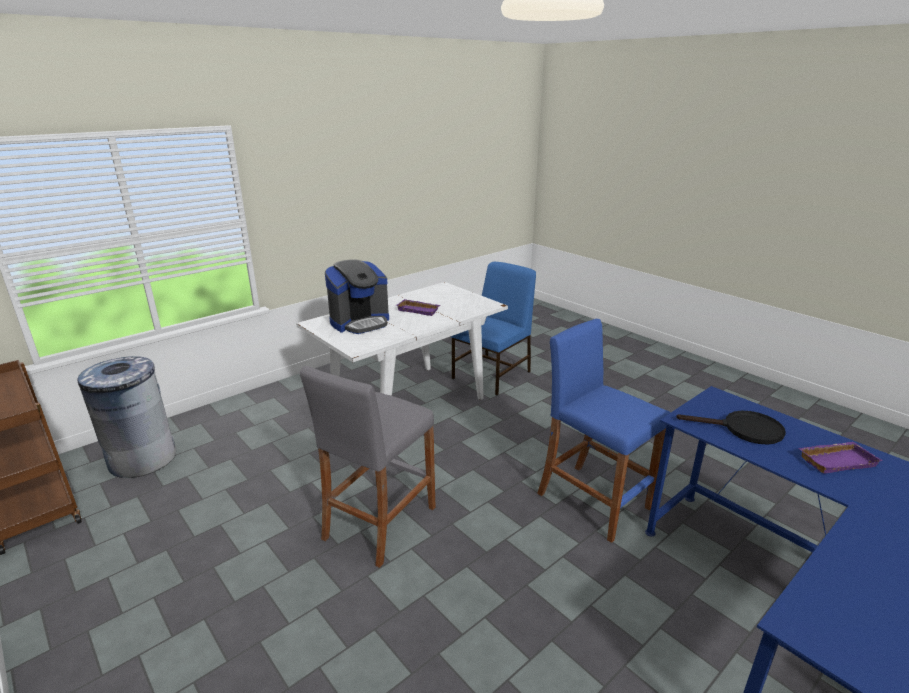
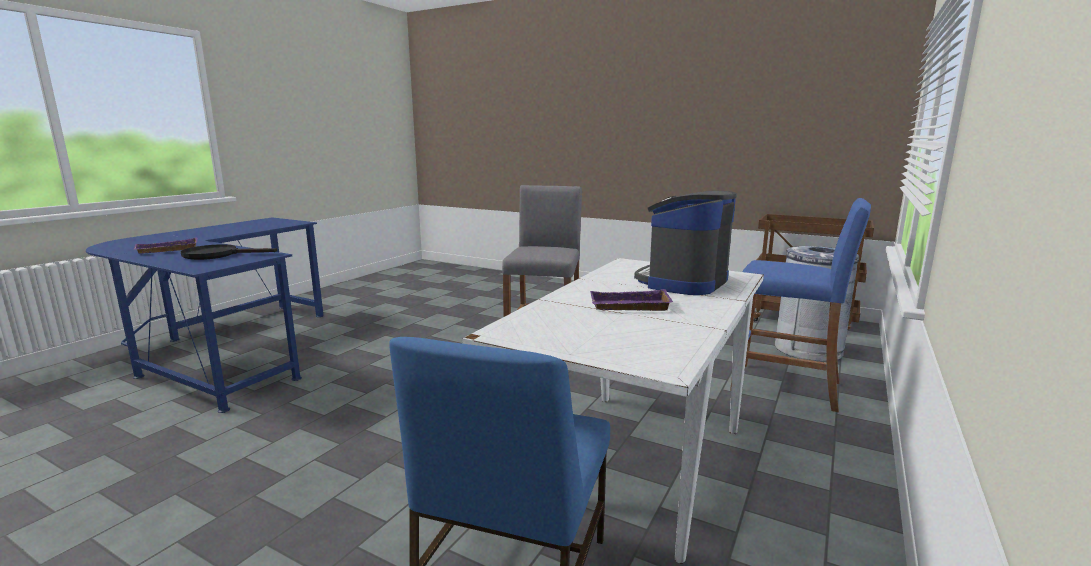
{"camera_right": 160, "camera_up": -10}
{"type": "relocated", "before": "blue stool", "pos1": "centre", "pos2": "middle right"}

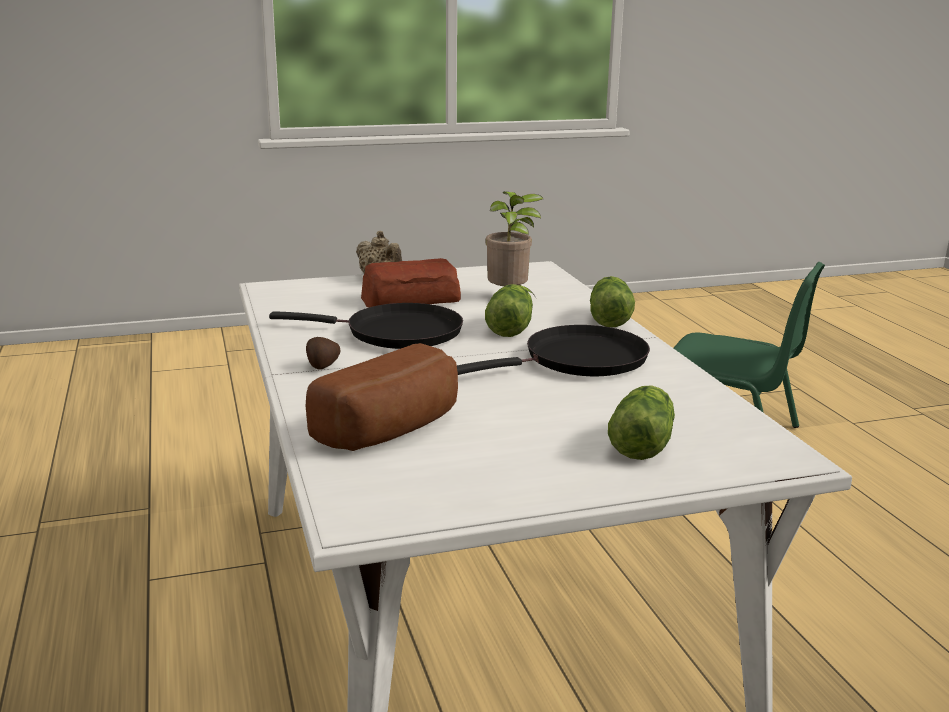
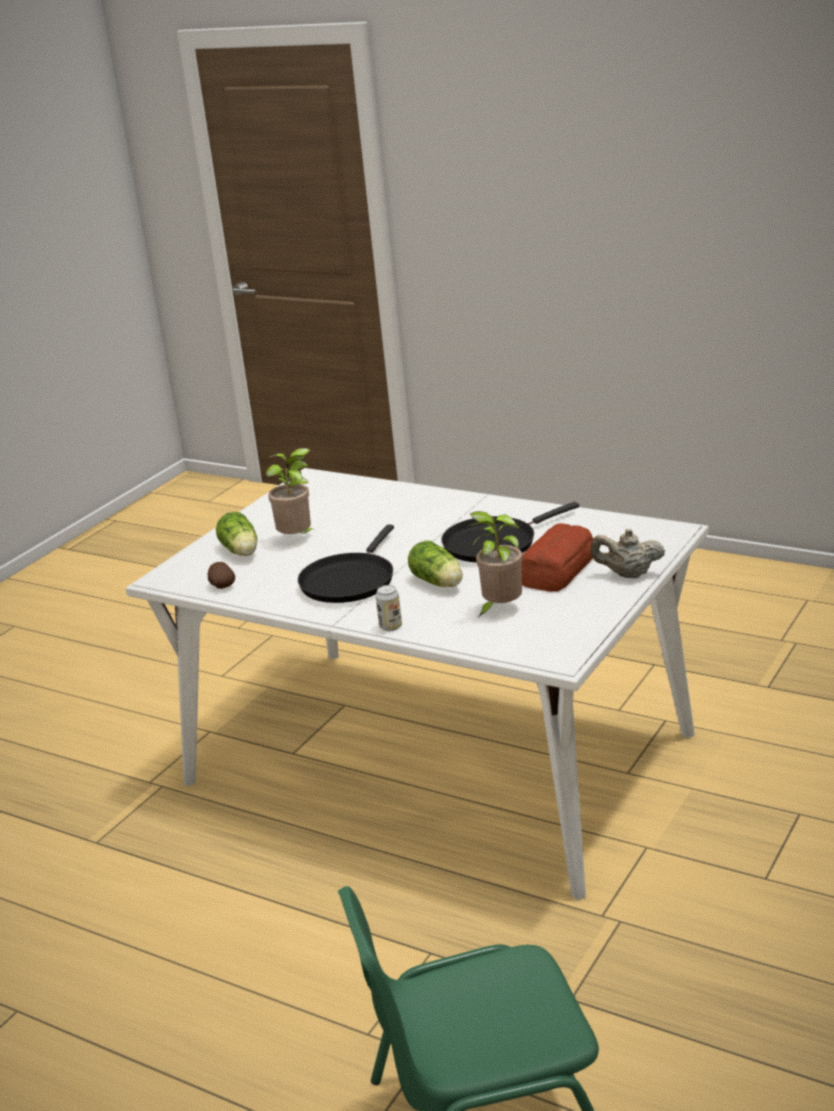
{"camera_right": 140, "camera_up": 5}
{"type": "exchanged", "before": "lettuce (no. 2 from left)", "after": "can", "pos1": "centre", "pos2": "centre"}
{"type": "relocated", "before": "potato", "pos1": "centre", "pos2": "middle left"}
{"type": "missing", "before": "bread (no. 1 from left)", "pos1": "centre"}
{"type": "appeared", "after": "potted plant (no. 1 from left)", "pos2": "centre"}

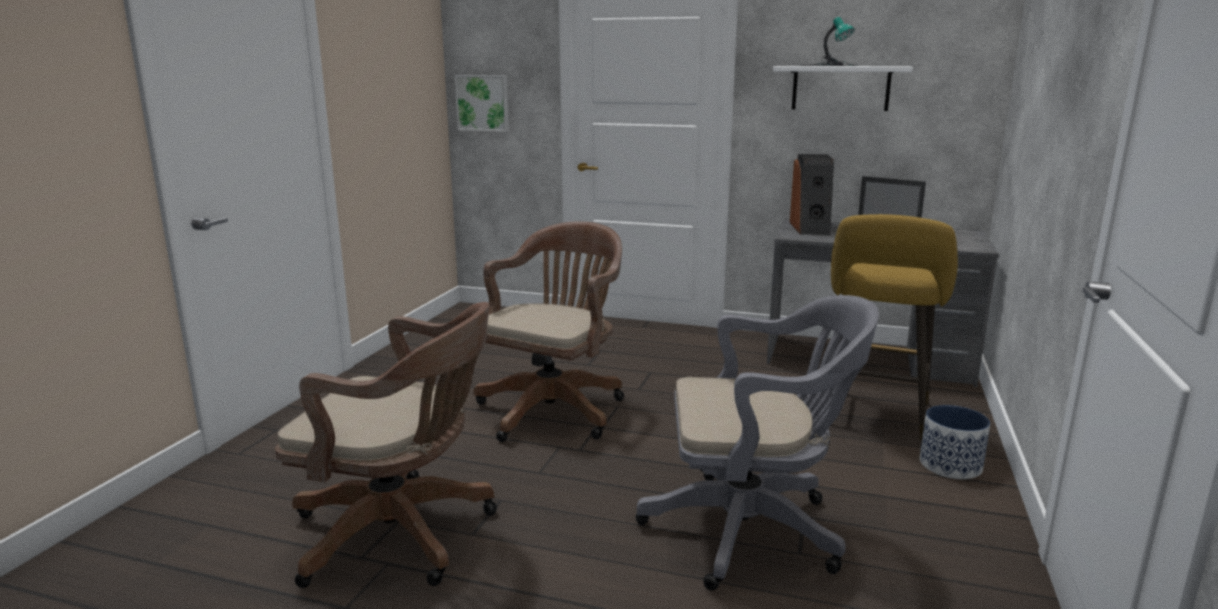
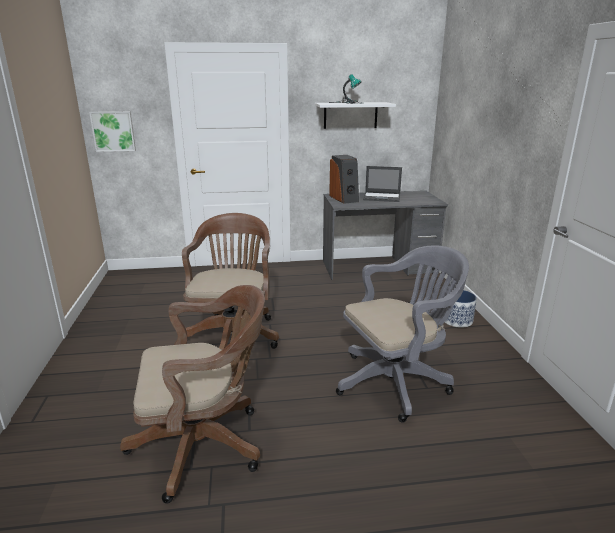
{"camera_right": -25, "camera_up": 5}
{"type": "missing", "before": "yellow stool", "pos1": "middle right"}

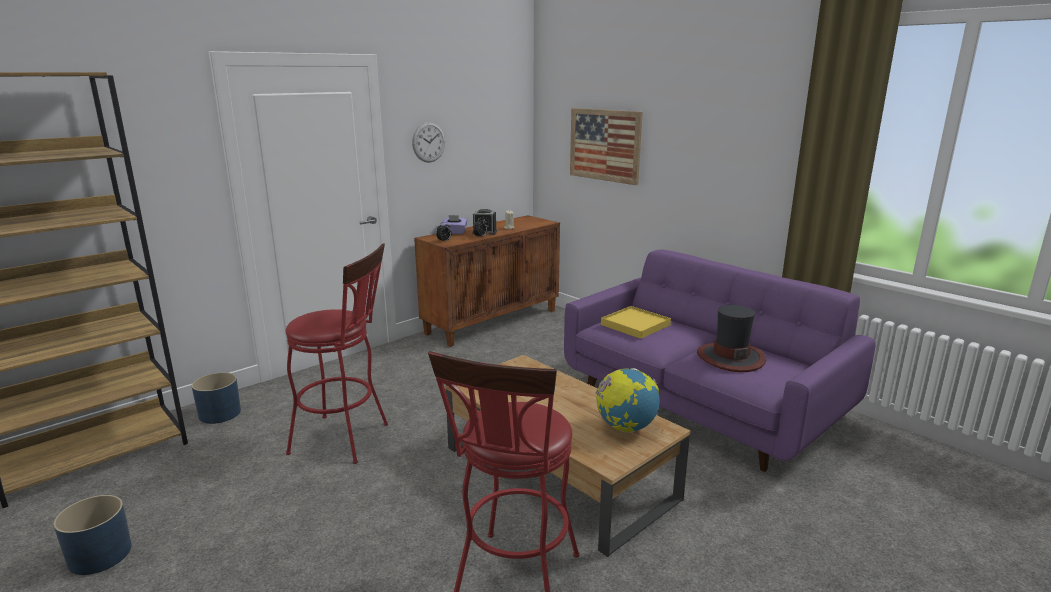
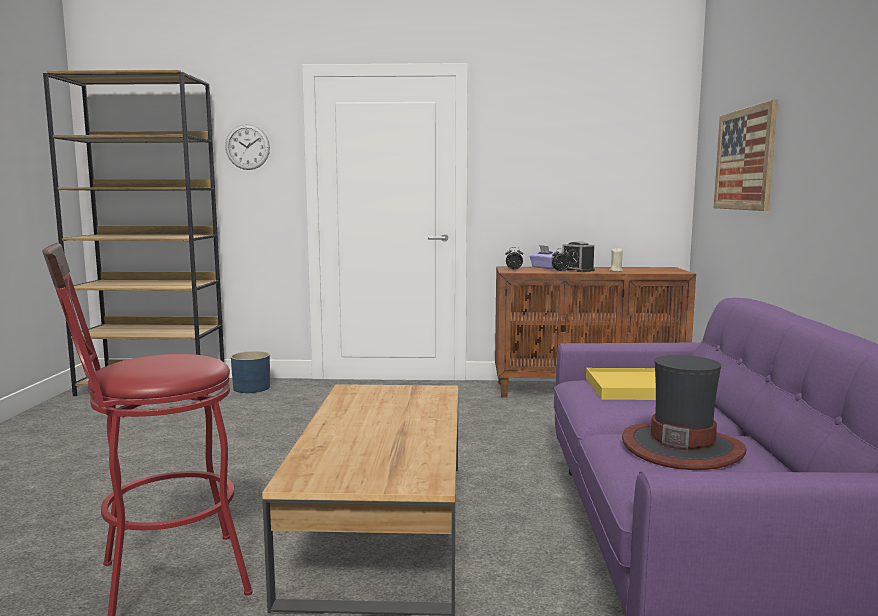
{"camera_right": 45, "camera_up": -10}
{"type": "relocated", "before": "wall clock", "pos1": "top centre", "pos2": "top left"}
{"type": "missing", "before": "red stool (no. 1 from left)", "pos1": "middle left"}
{"type": "missing", "before": "globe", "pos1": "bottom centre"}
{"type": "missing", "before": "blue planter (no. 1 from left)", "pos1": "bottom left"}

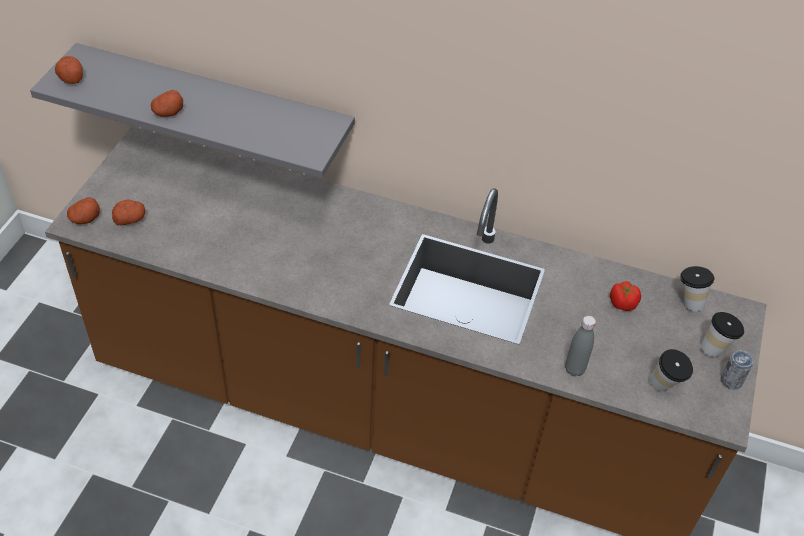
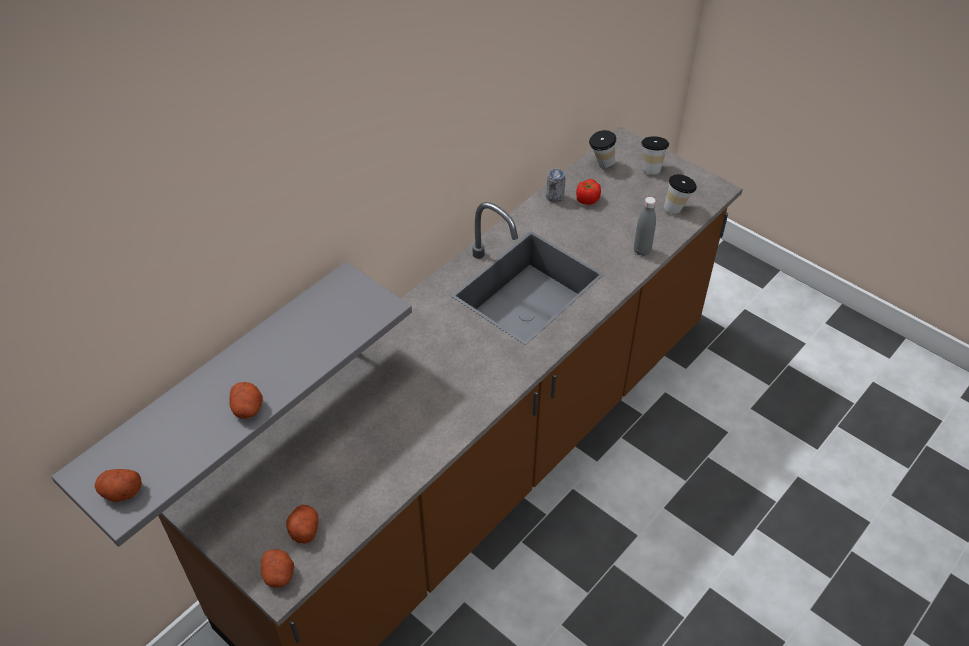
{"camera_right": -65, "camera_up": 0}
{"type": "relocated", "before": "can", "pos1": "bottom right", "pos2": "top centre"}

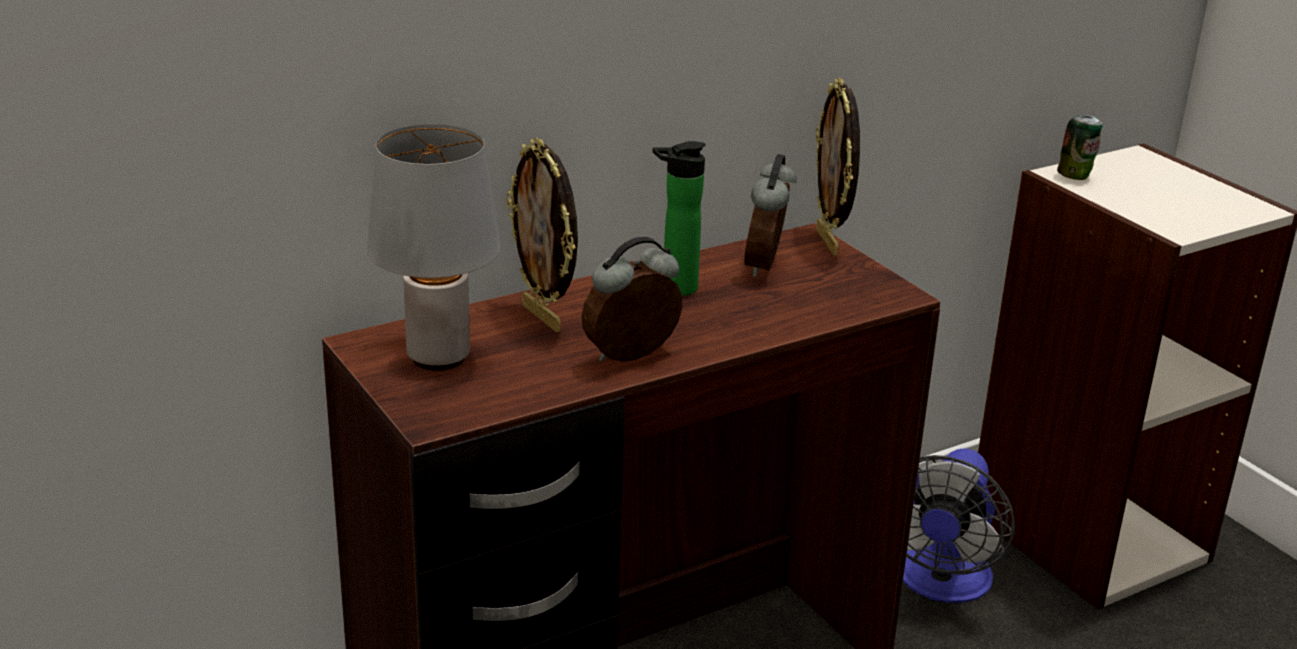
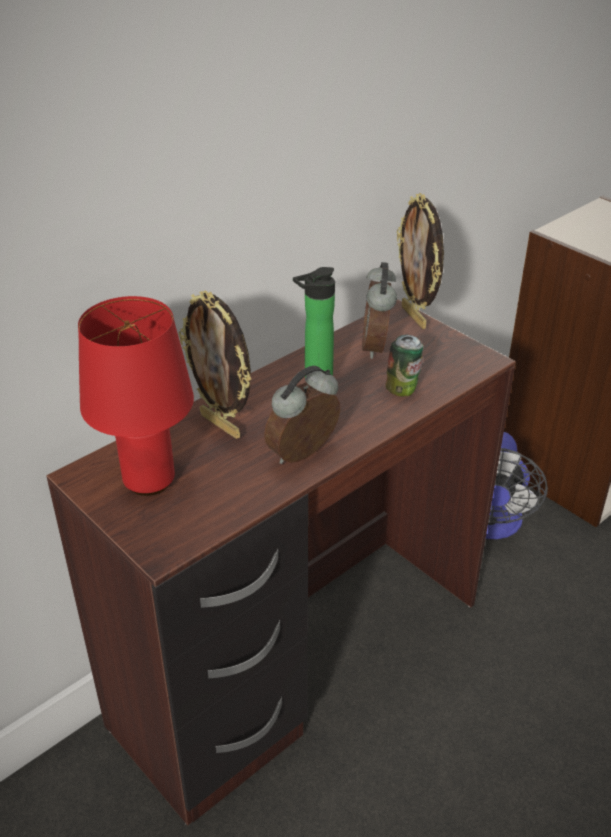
{"camera_right": -10, "camera_up": 10}
{"type": "relocated", "before": "can", "pos1": "top right", "pos2": "centre"}
{"type": "colour", "before": "grey table lamp", "after": "red table lamp", "pos1": "centre", "pos2": "middle left"}

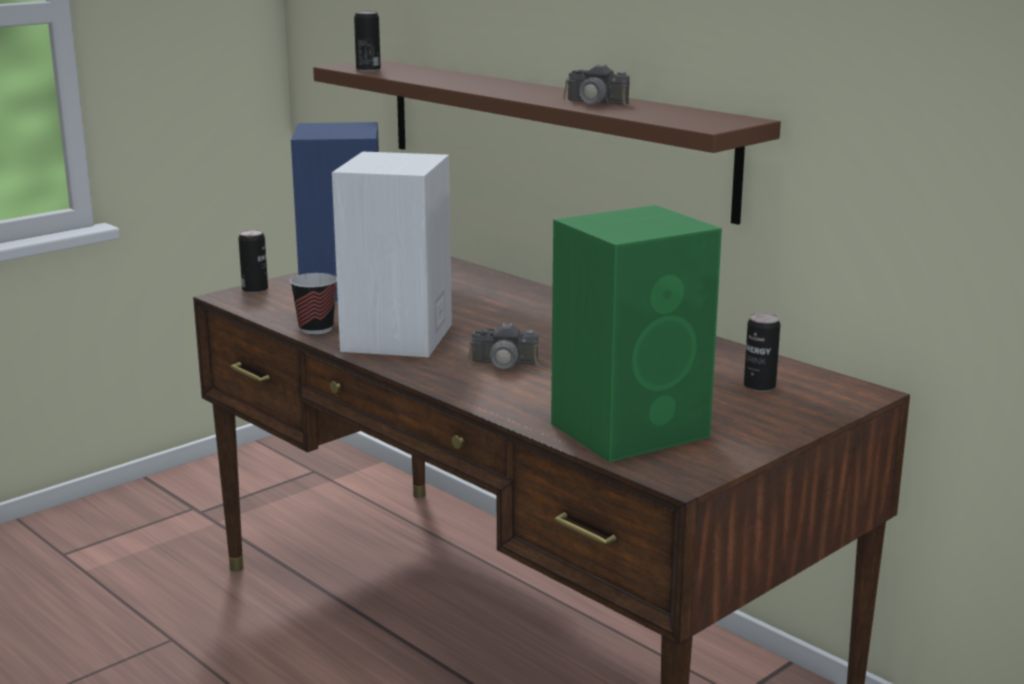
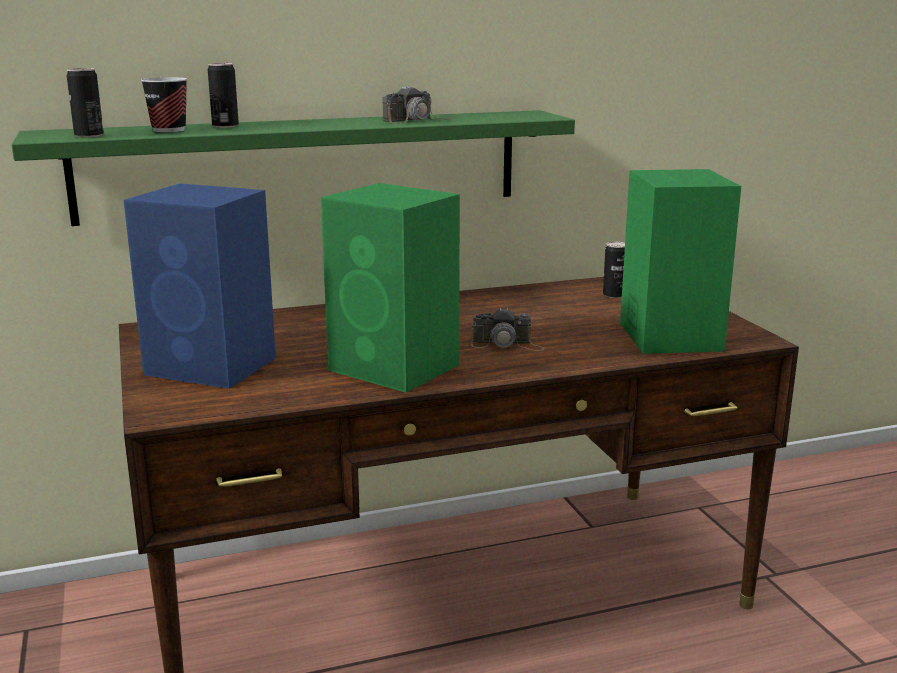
{"camera_right": -65, "camera_up": 0}
{"type": "colour", "before": "brown shelf", "after": "green shelf", "pos1": "top centre", "pos2": "top left"}
{"type": "colour", "before": "white speaker", "after": "green speaker (no. 1 from left)", "pos1": "centre", "pos2": "centre"}
{"type": "relocated", "before": "can (no. 1 from left in the first image)", "after": "can (no. 2 from left)", "pos1": "middle left", "pos2": "top left"}
{"type": "relocated", "before": "cup", "pos1": "middle left", "pos2": "top left"}
{"type": "spun", "before": "photo camera (no. 1 from left in the first image)", "pos1": "centre", "pos2": "centre", "turn": 60}

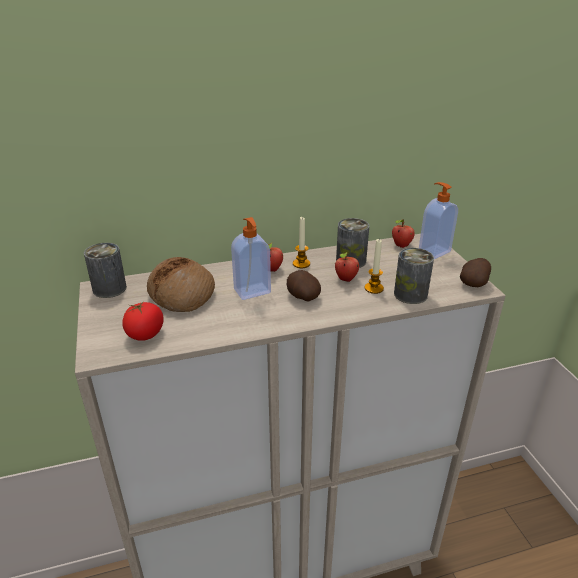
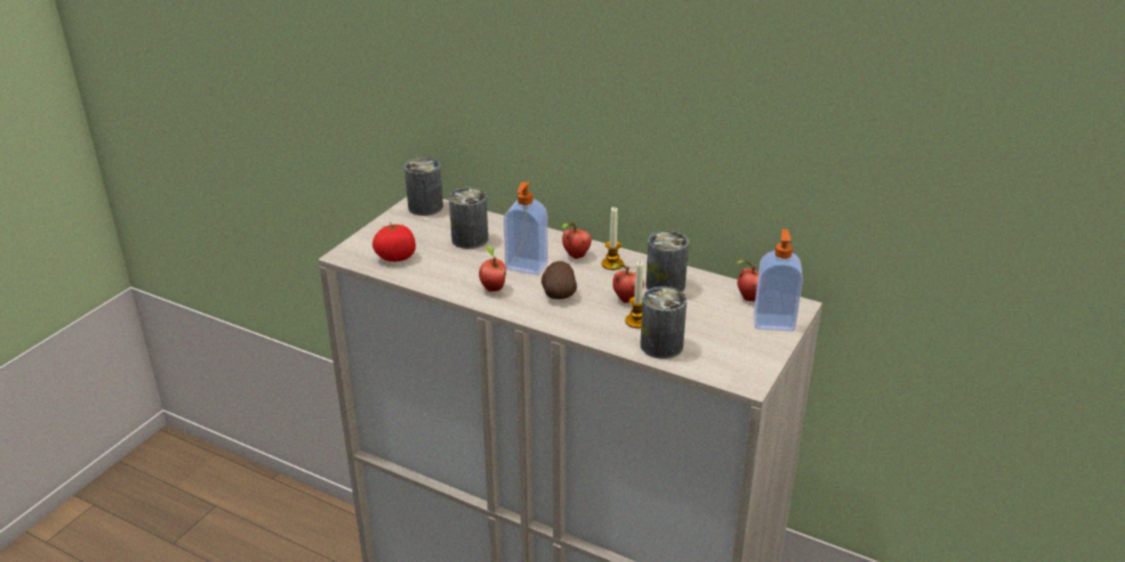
{"camera_right": 45, "camera_up": 0}
{"type": "exchanged", "before": "bread", "after": "can (no. 2 from left)", "pos1": "middle left", "pos2": "centre"}
{"type": "missing", "before": "potato (no. 2 from left)", "pos1": "middle right"}
{"type": "appeared", "after": "apple (no. 1 from left)", "pos2": "centre"}

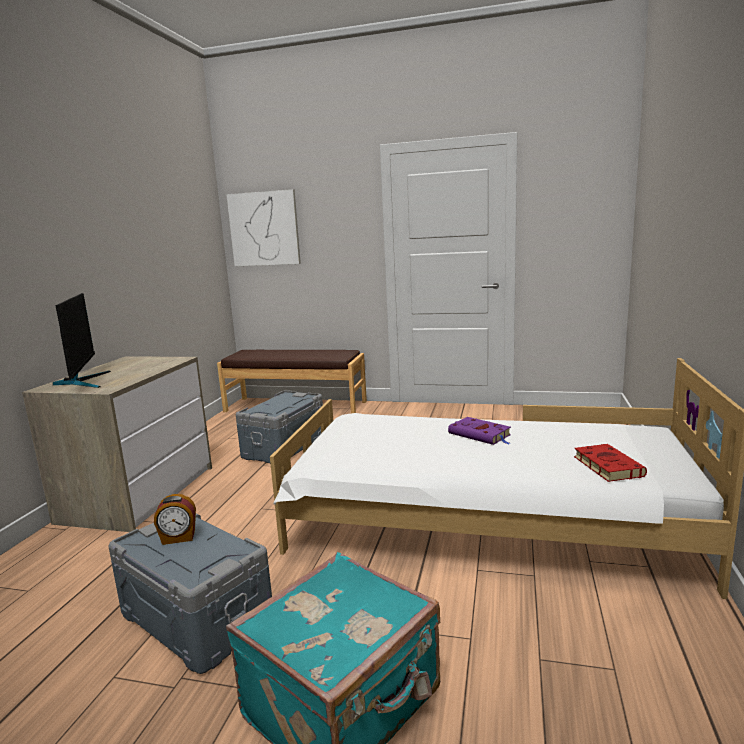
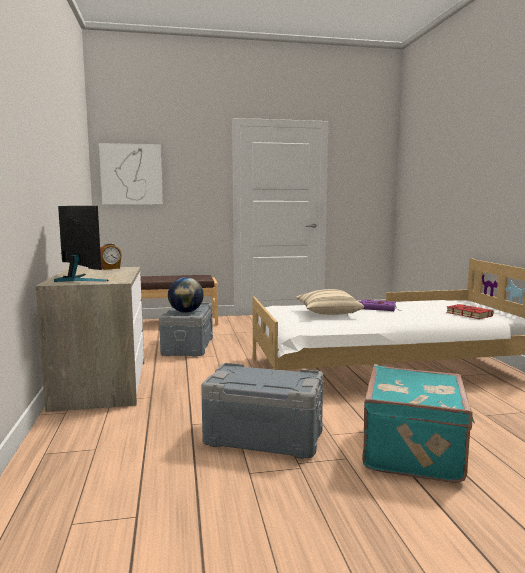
{"camera_right": -25, "camera_up": -5}
{"type": "relocated", "before": "alarm clock", "pos1": "bottom left", "pos2": "middle left"}
{"type": "appeared", "after": "globe", "pos2": "centre"}
{"type": "appeared", "after": "beige pillow", "pos2": "centre"}

